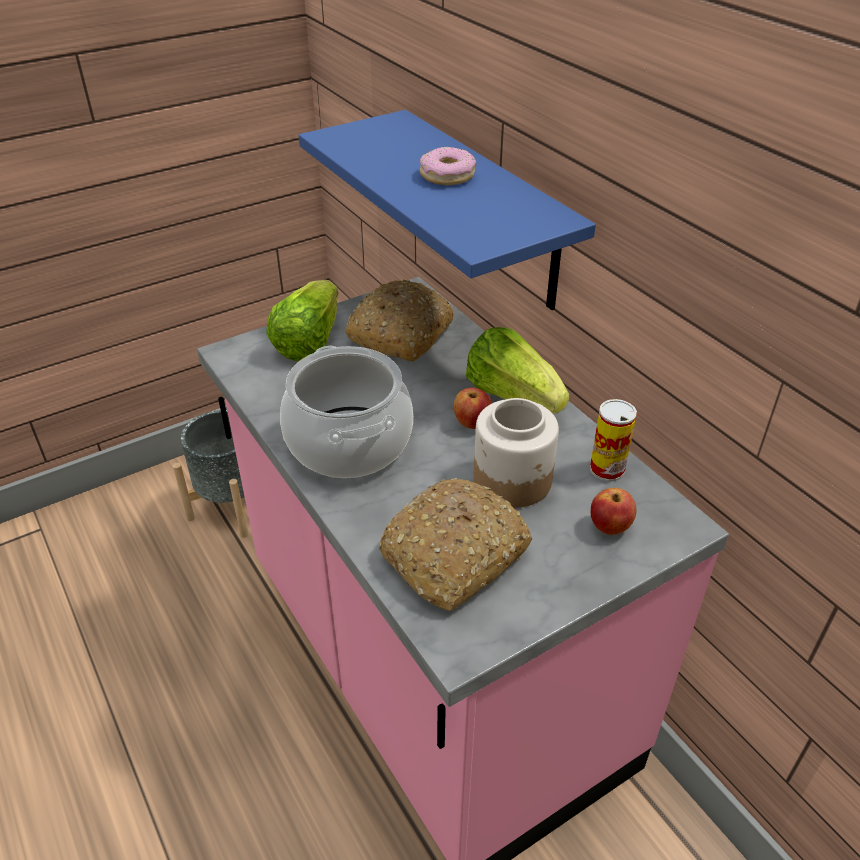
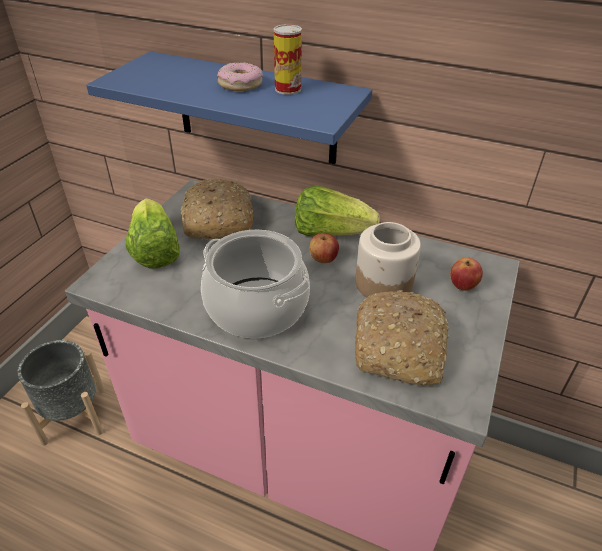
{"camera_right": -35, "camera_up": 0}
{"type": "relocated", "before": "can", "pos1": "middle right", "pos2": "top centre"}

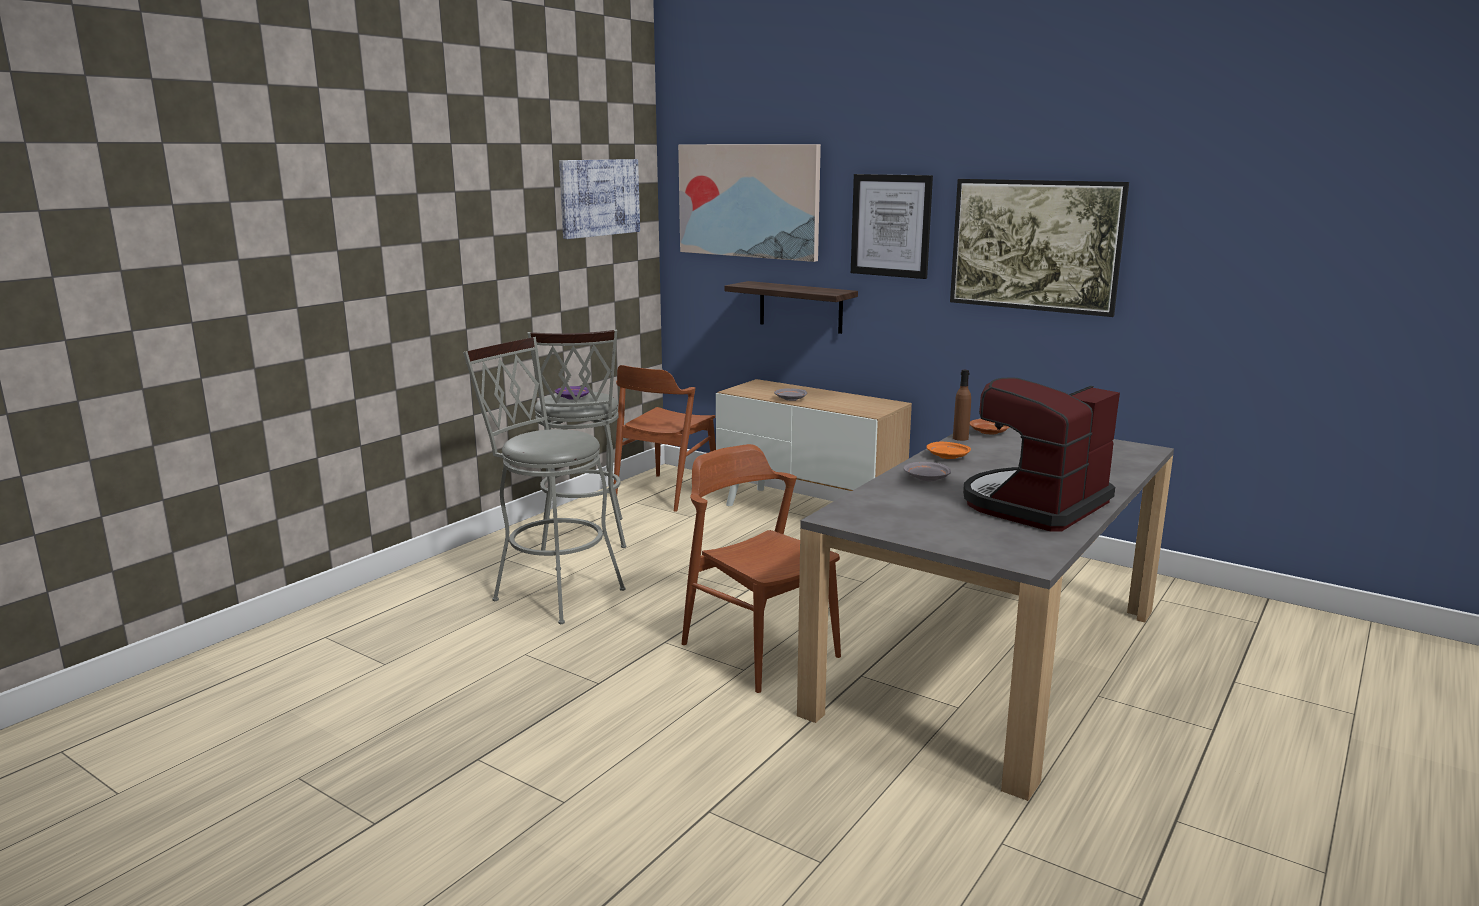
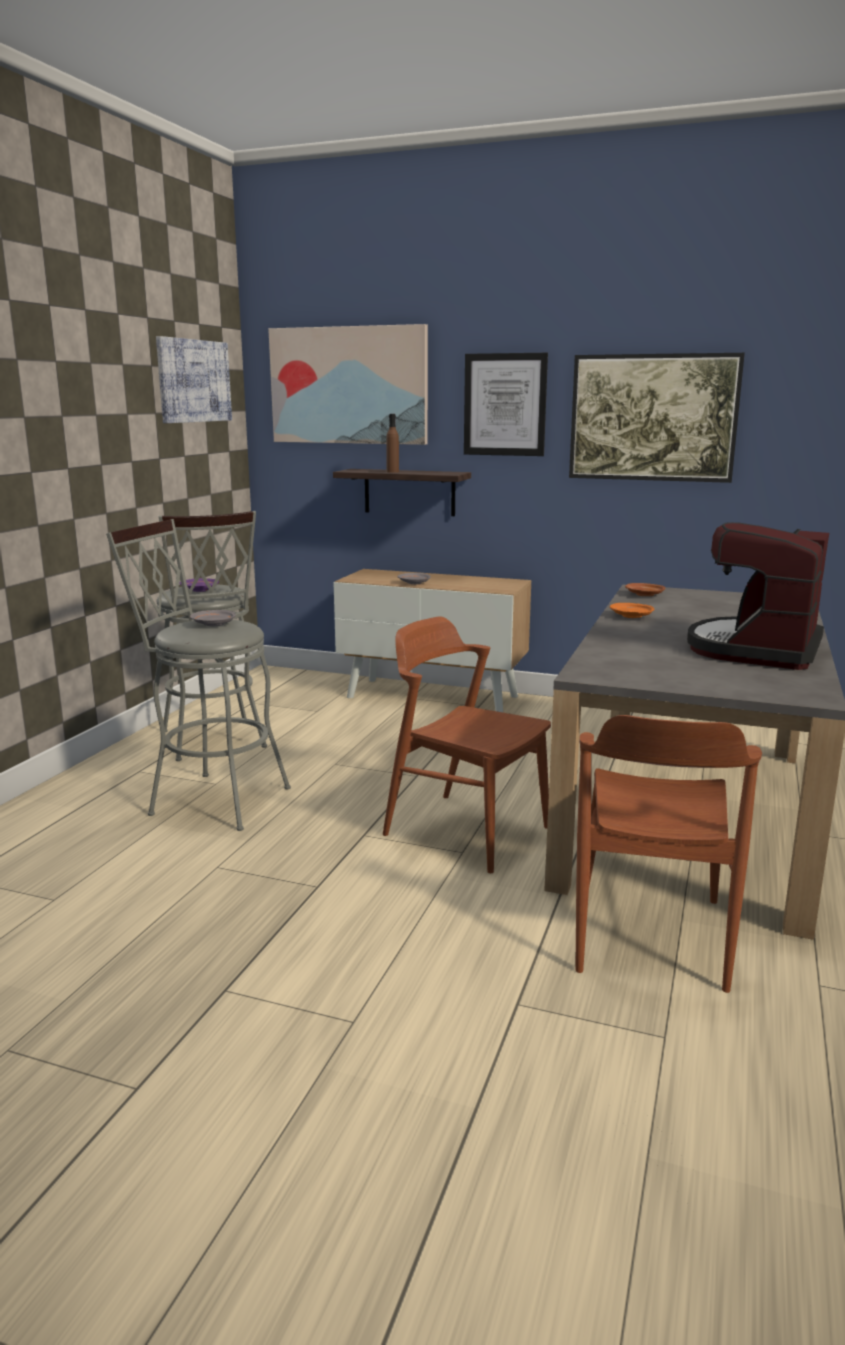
{"camera_right": -15, "camera_up": 0}
{"type": "relocated", "before": "brown chair (no. 1 from left in the first image)", "after": "brown chair (no. 2 from left)", "pos1": "centre", "pos2": "middle right"}
{"type": "relocated", "before": "brown bottle", "pos1": "centre", "pos2": "top centre"}
{"type": "relocated", "before": "grey plate (no. 2 from left in the first image)", "after": "grey plate (no. 1 from left)", "pos1": "centre", "pos2": "middle left"}

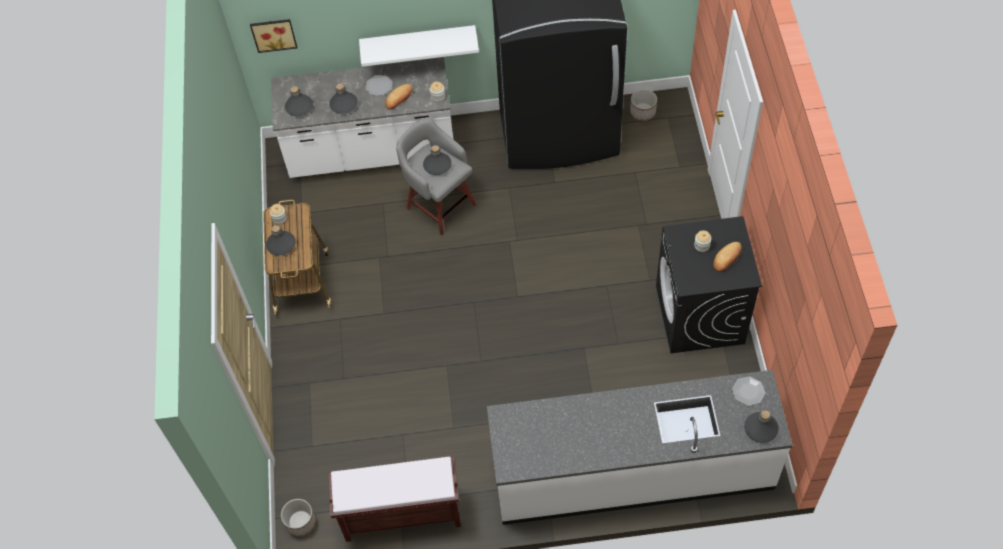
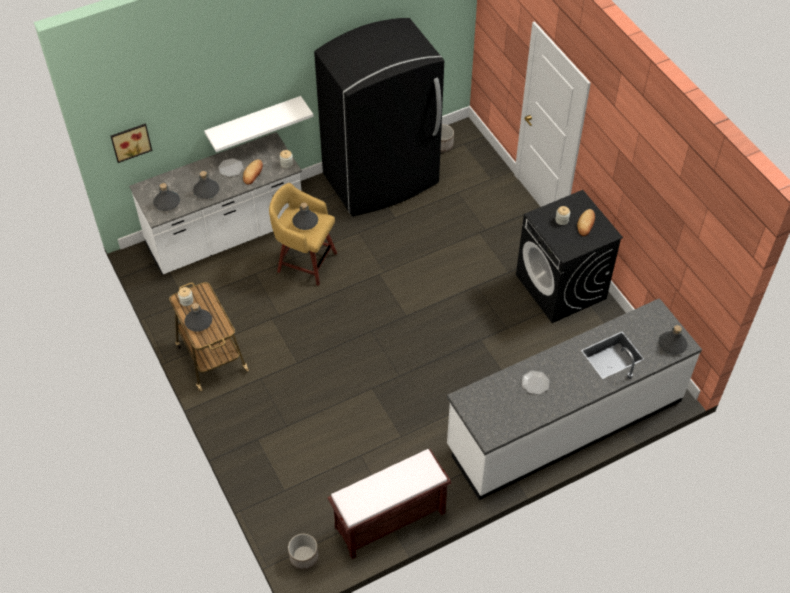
{"camera_right": -25, "camera_up": -5}
{"type": "colour", "before": "grey stool", "after": "yellow stool", "pos1": "top centre", "pos2": "centre"}
{"type": "relocated", "before": "plate (no. 2 from left)", "pos1": "bottom right", "pos2": "middle right"}

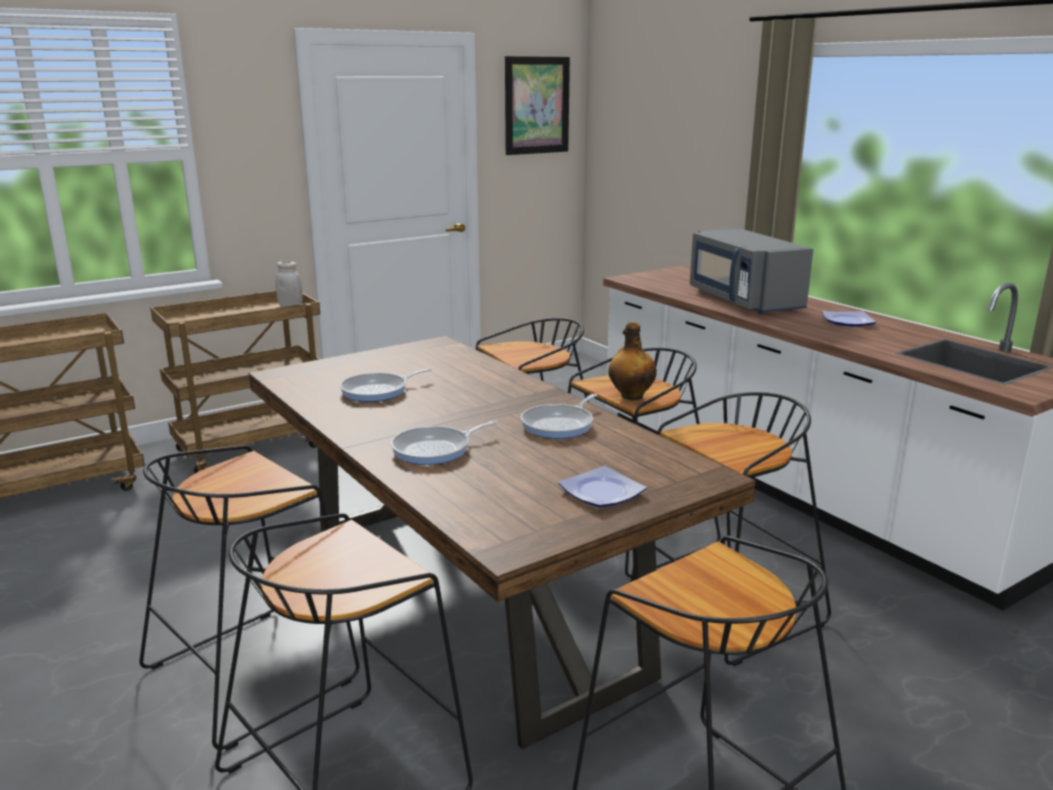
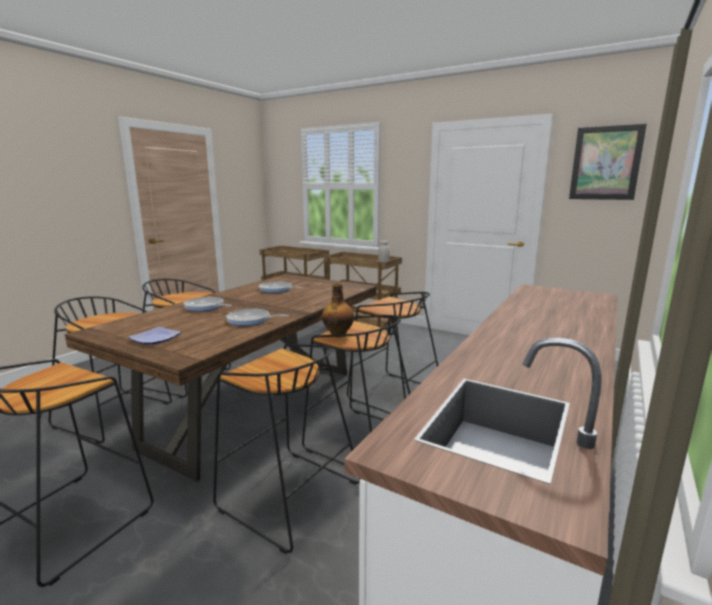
{"camera_right": 65, "camera_up": -5}
{"type": "missing", "before": "grey microwave", "pos1": "middle right"}
{"type": "missing", "before": "plate (no. 2 from left)", "pos1": "middle right"}

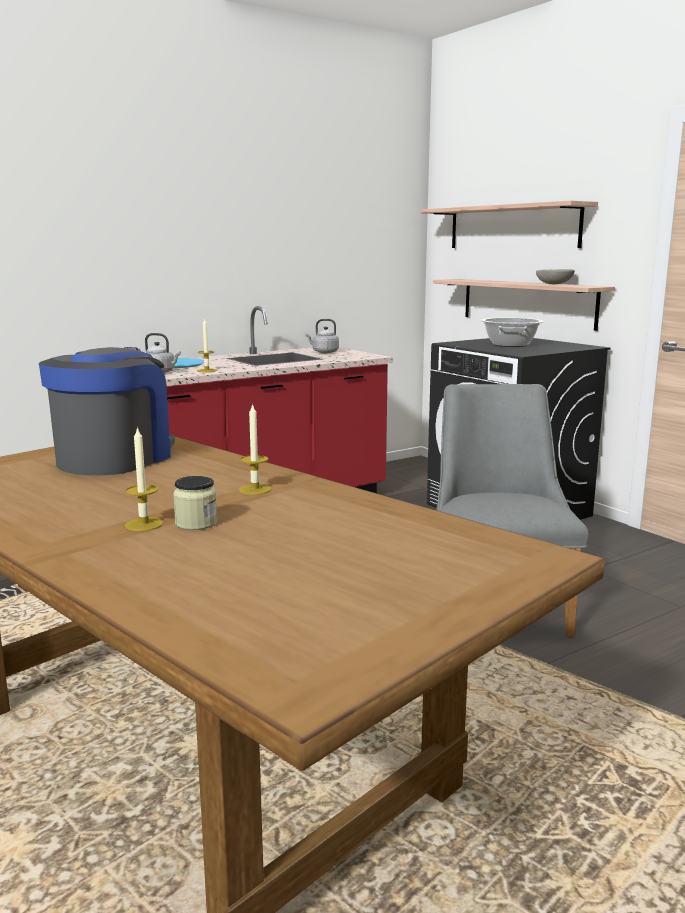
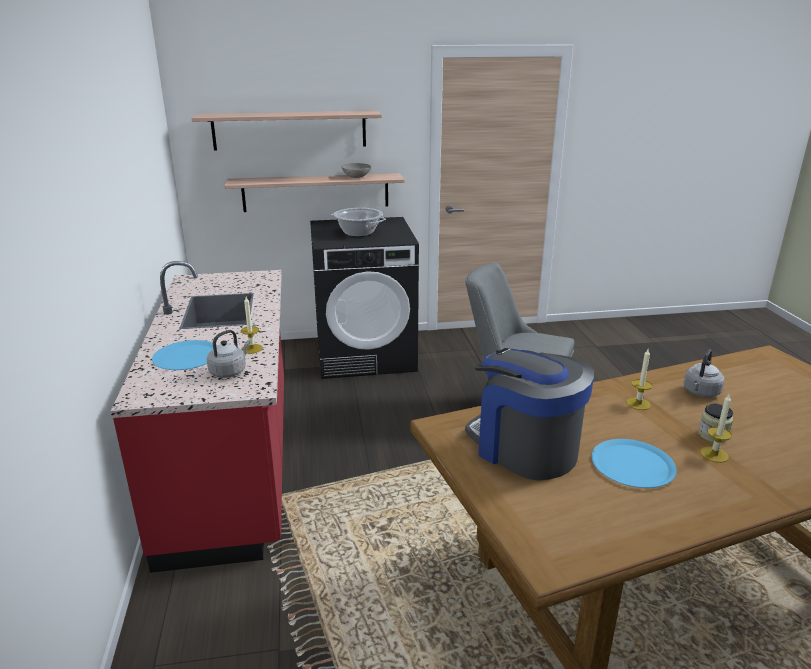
{"camera_right": -65, "camera_up": 10}
{"type": "relocated", "before": "grey kettle (no. 2 from left)", "pos1": "centre", "pos2": "middle right"}
{"type": "appeared", "after": "blue plate (no. 2 from left)", "pos2": "bottom right"}

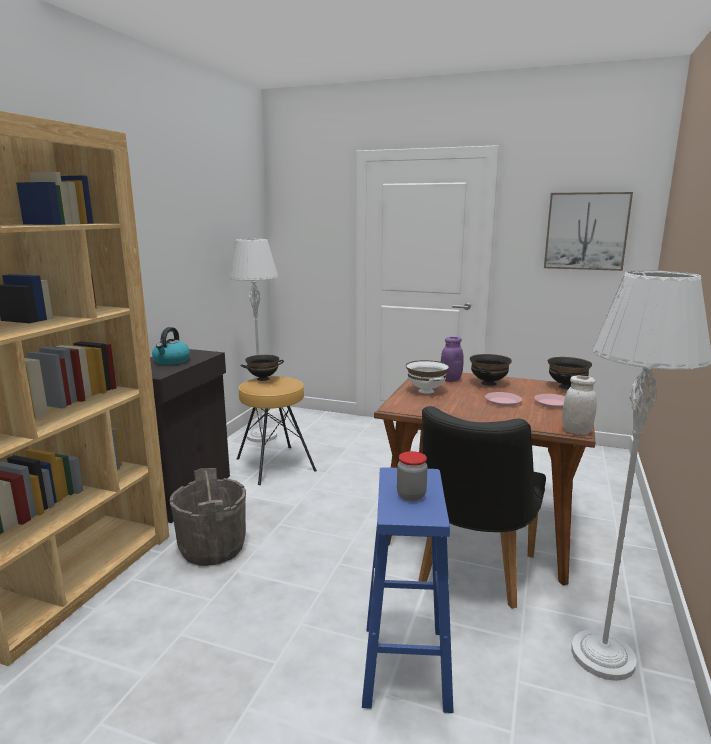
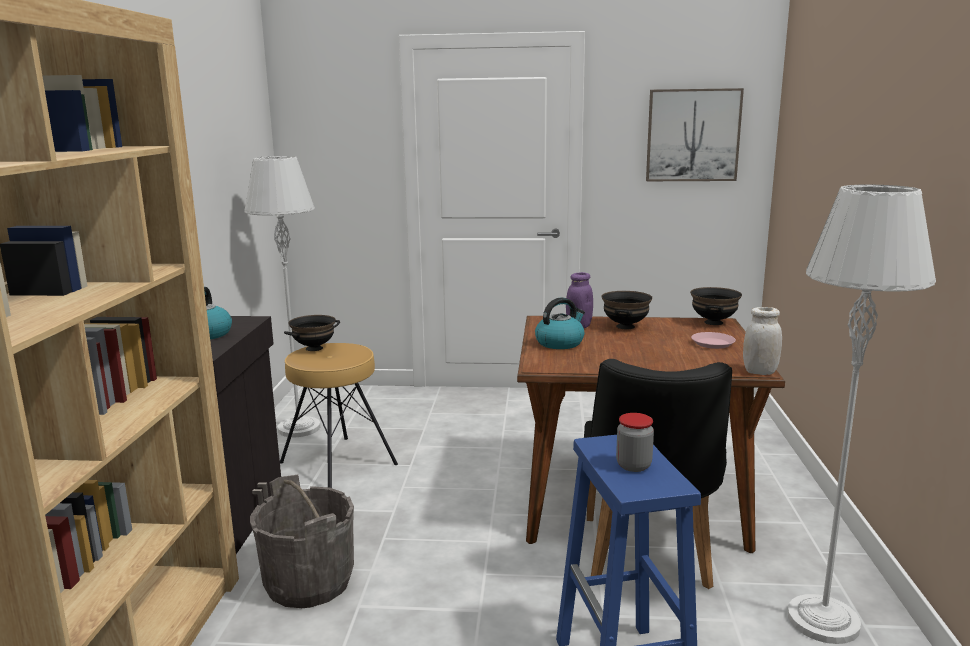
{"camera_right": -15, "camera_up": 0}
{"type": "exchanged", "before": "white bowl", "after": "kettle (no. 2 from left)", "pos1": "centre", "pos2": "centre"}
{"type": "missing", "before": "pink plate (no. 1 from left)", "pos1": "middle right"}

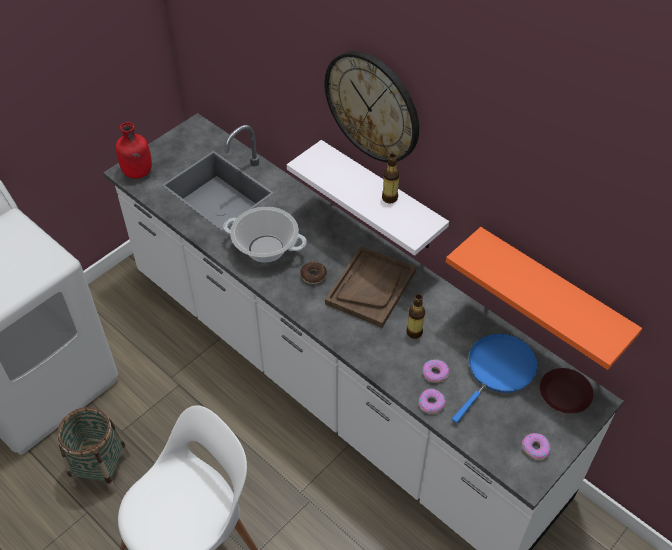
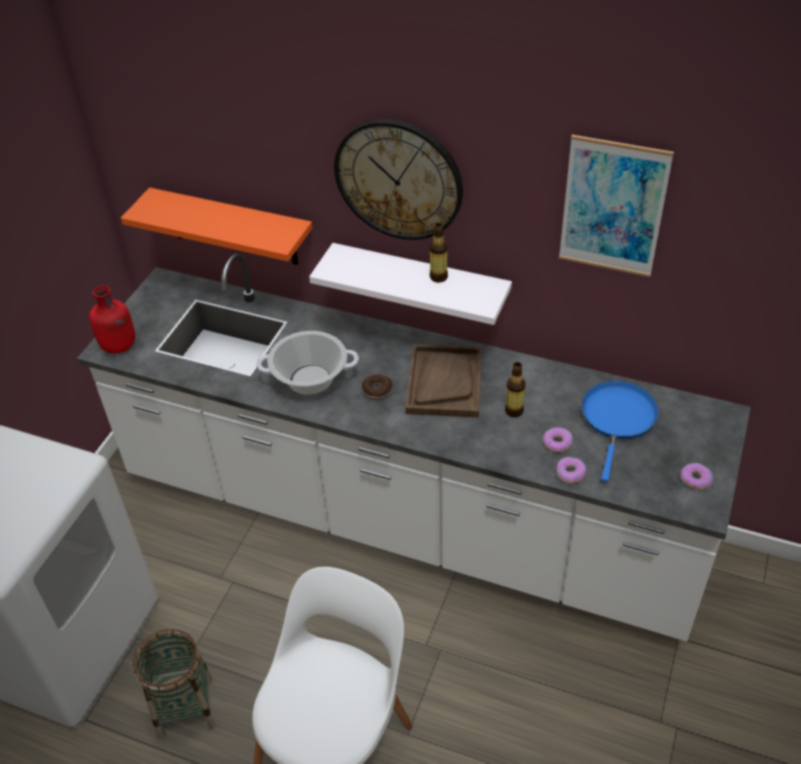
{"camera_right": -20, "camera_up": -5}
{"type": "relocated", "before": "orange shelf", "pos1": "middle right", "pos2": "top left"}
{"type": "missing", "before": "brown plate", "pos1": "bottom right"}
{"type": "appeared", "after": "picture", "pos2": "top right"}

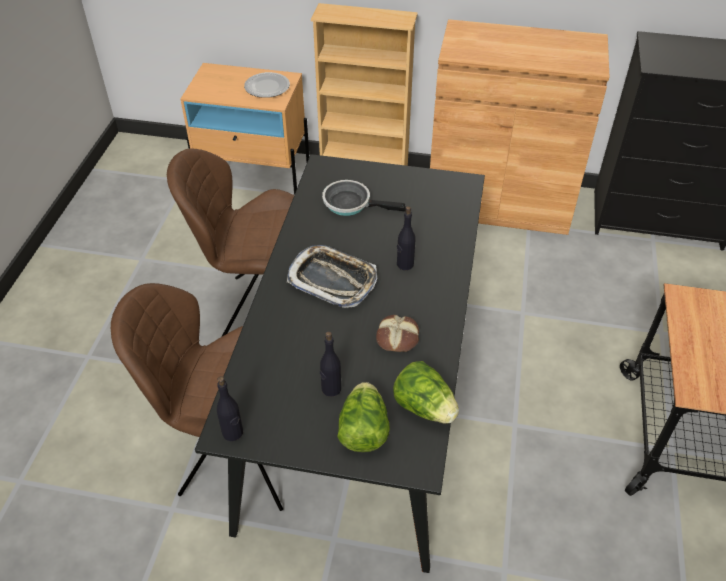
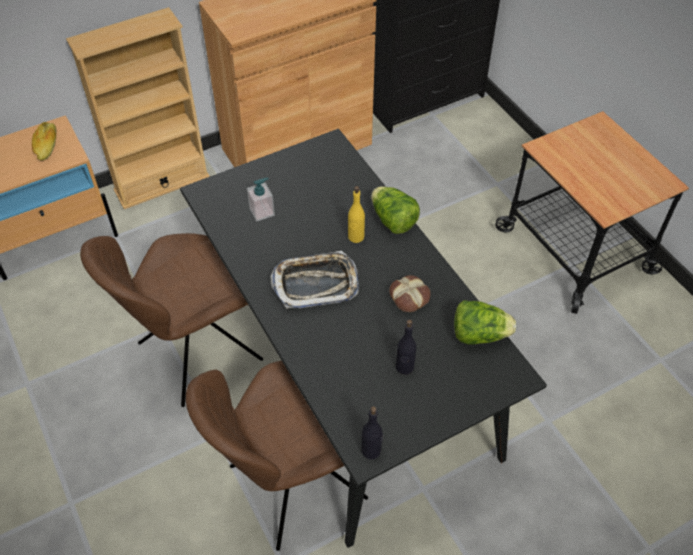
{"camera_right": -40, "camera_up": 5}
{"type": "exchanged", "before": "plate", "after": "bread (no. 1 from left)", "pos1": "top centre", "pos2": "top left"}
{"type": "exchanged", "before": "frying pan", "after": "soap dispenser", "pos1": "centre", "pos2": "centre"}
{"type": "colour", "before": "black bottle (no. 3 from left)", "after": "yellow bottle", "pos1": "centre", "pos2": "centre"}
{"type": "relocated", "before": "lettuce (no. 1 from left)", "pos1": "bottom centre", "pos2": "centre"}

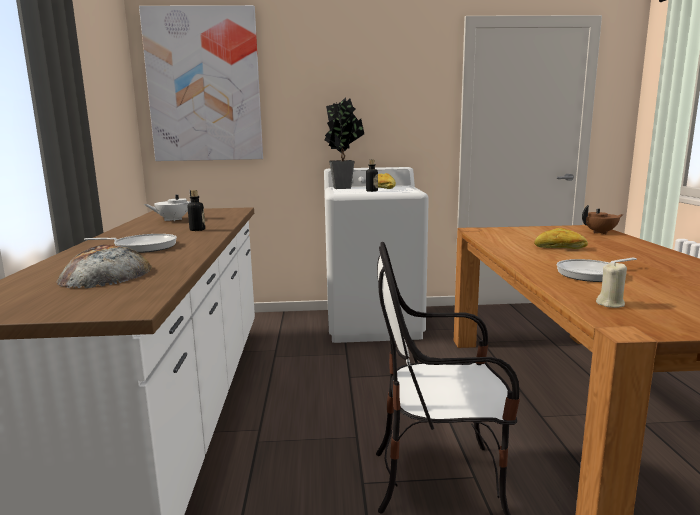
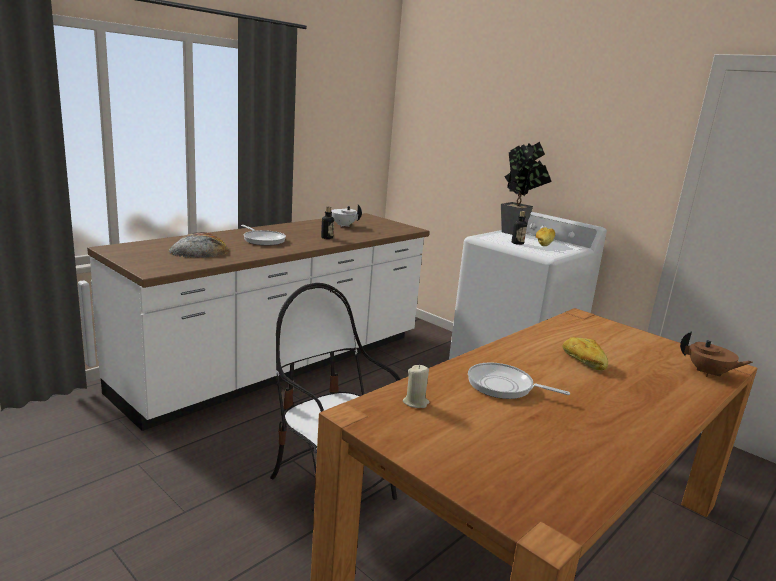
{"camera_right": 45, "camera_up": 5}
{"type": "missing", "before": "picture", "pos1": "top left"}

